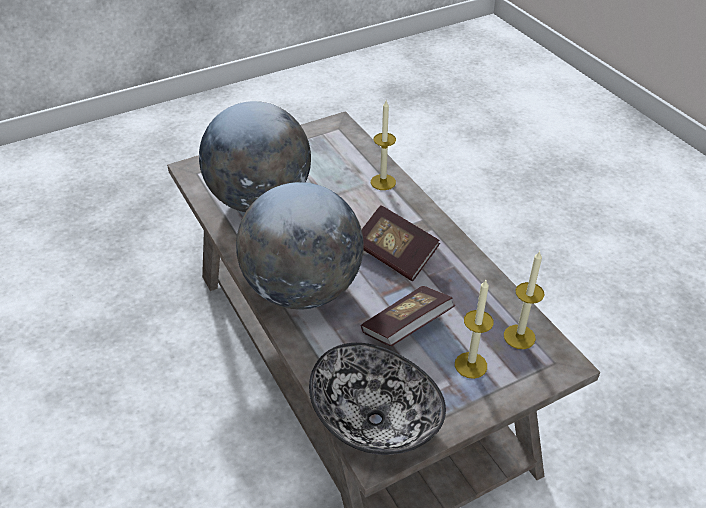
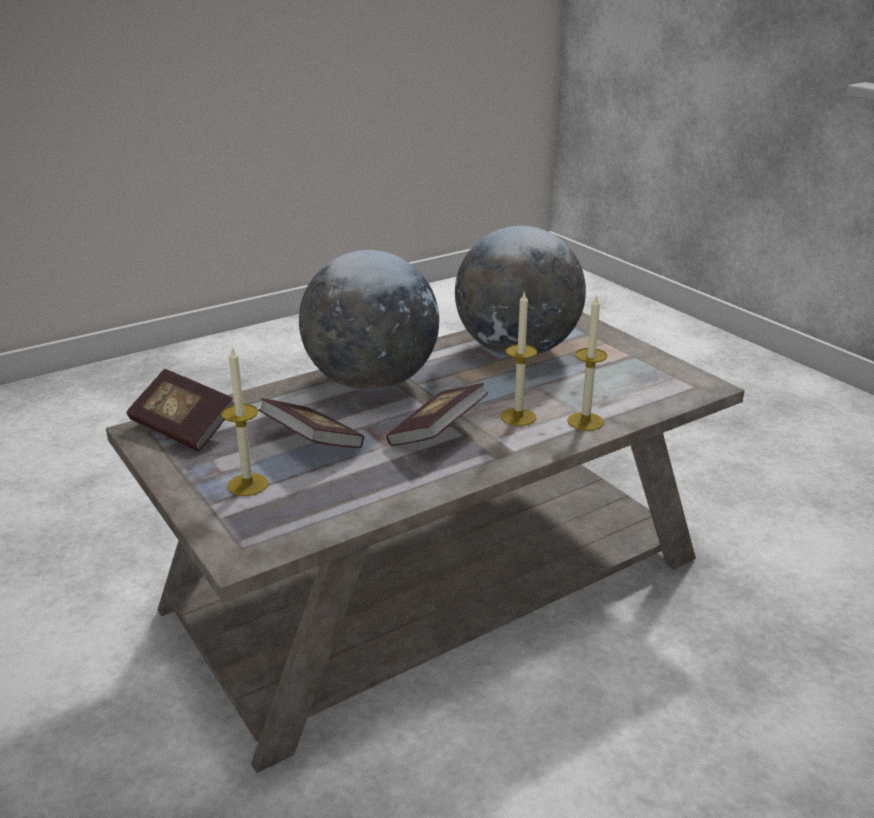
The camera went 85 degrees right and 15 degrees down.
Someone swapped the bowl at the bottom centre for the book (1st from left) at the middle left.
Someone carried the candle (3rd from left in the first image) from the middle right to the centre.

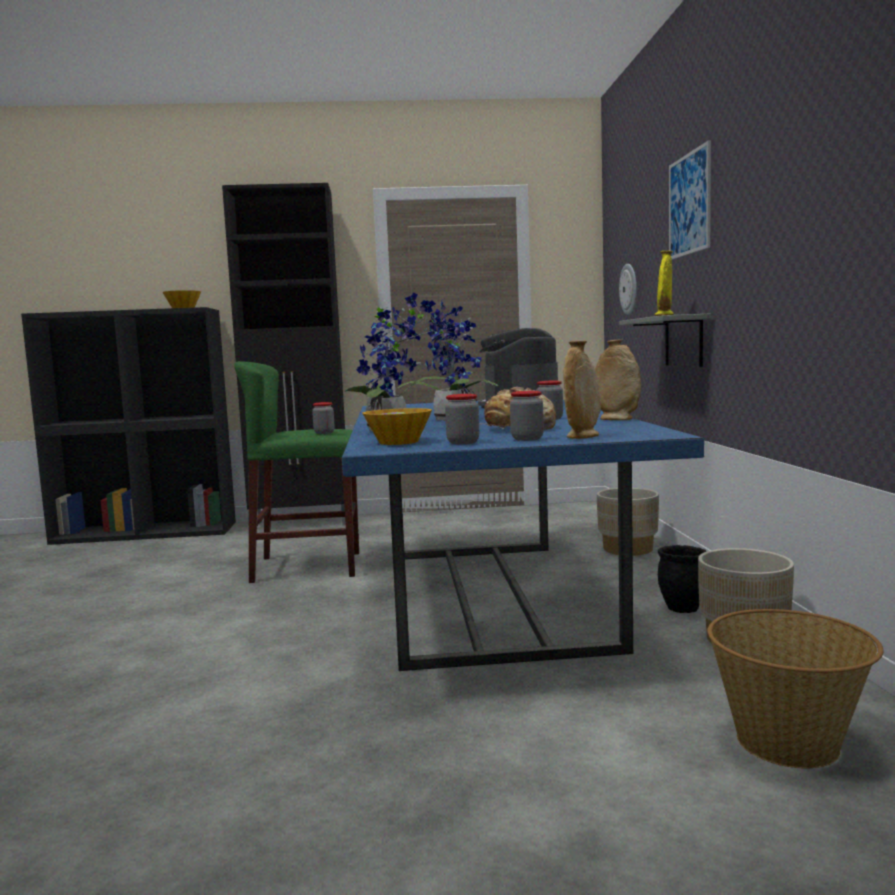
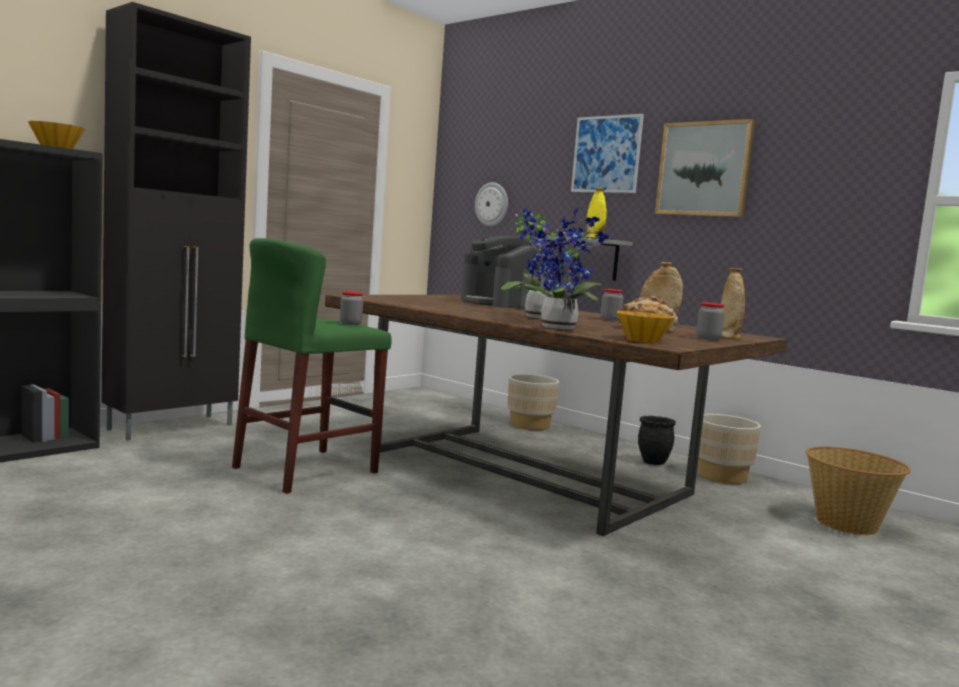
The camera went 45 degrees left and 0 degrees up.
Someone repainted the dining table in blue at the centre, which became the dining table in brown at the centre.
Someone took away the jar (2nd from left) at the centre.
Someone put up the picture (2nd from left) at the top right.

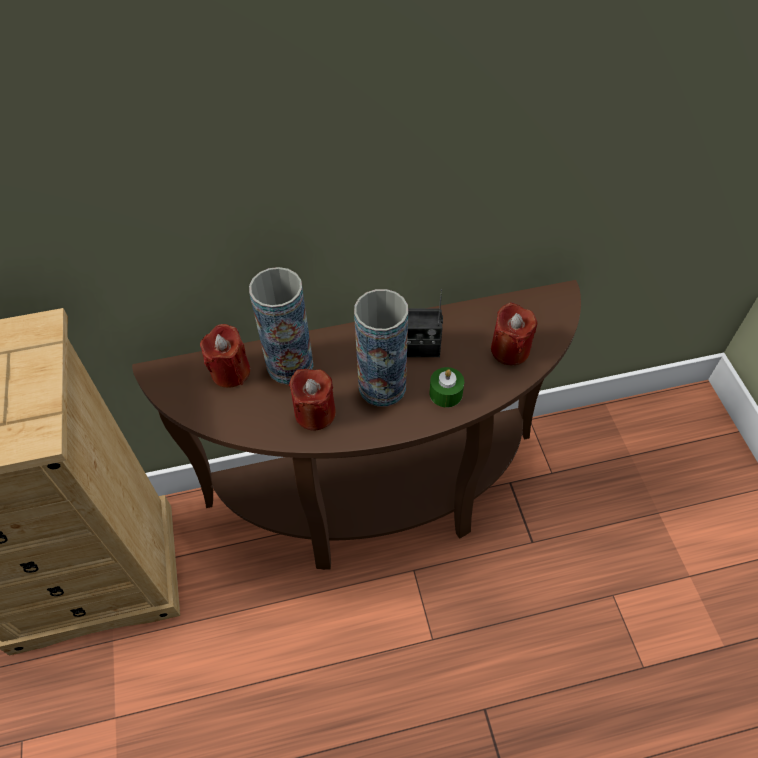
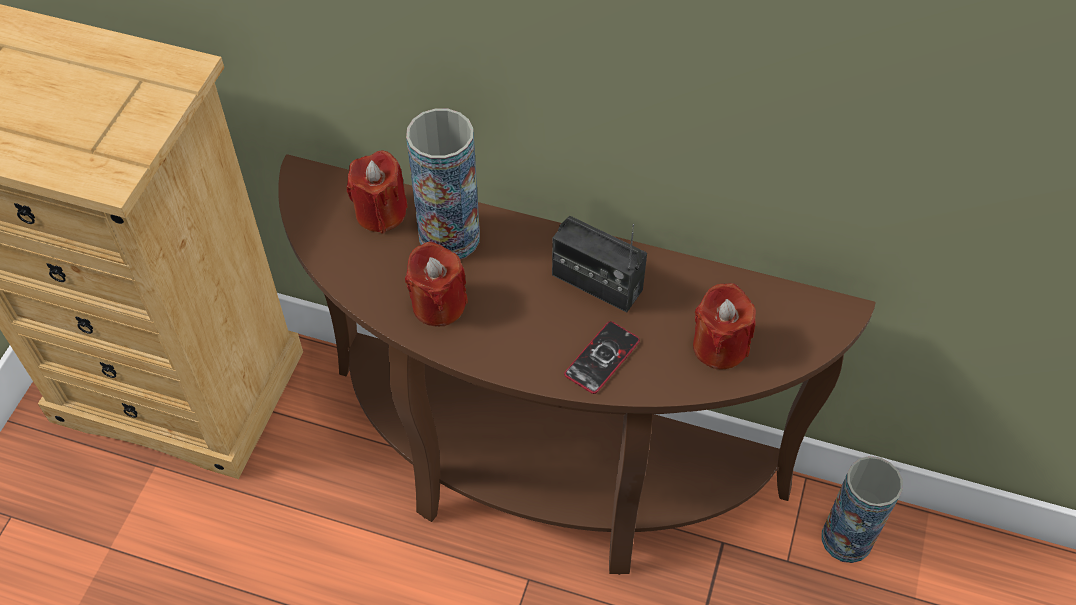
The camera went 30 degrees right and 0 degrees up.
Someone carried the vase (2nd from left) from the centre to the bottom right.
Someone swapped the candle in green at the centre for the phone at the centre.

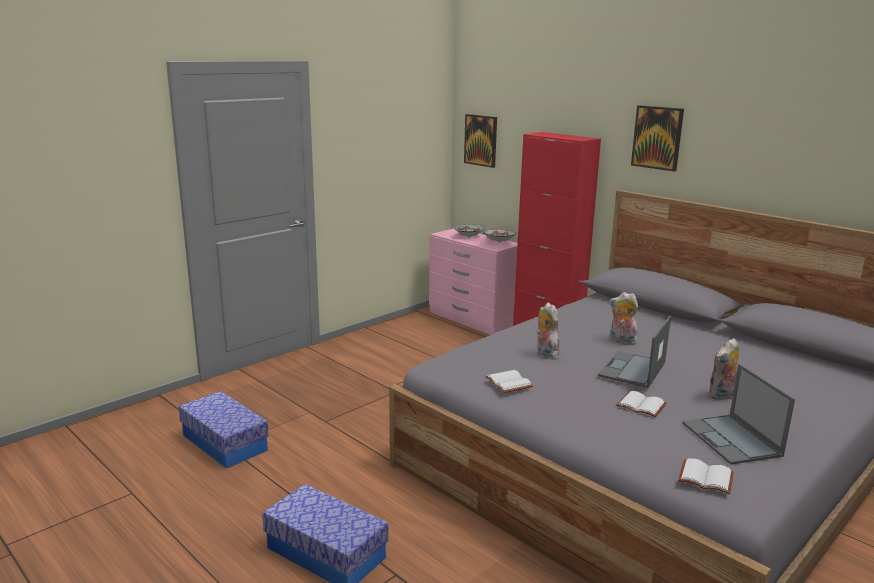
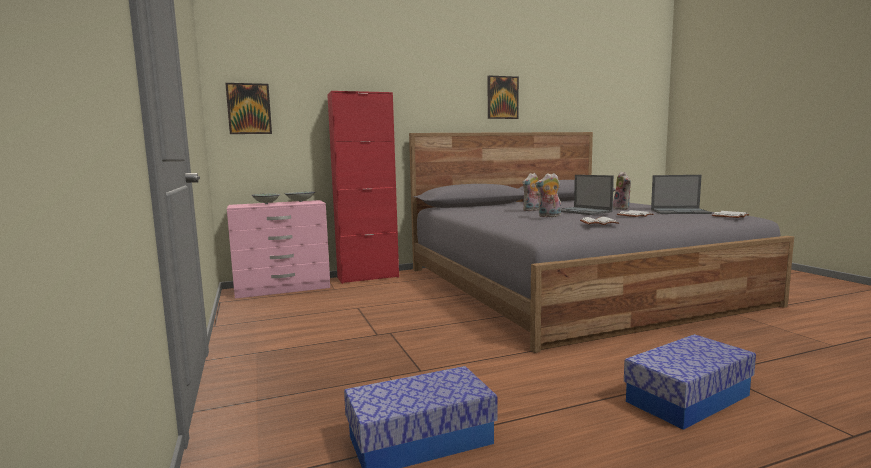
The camera went 65 degrees left and 10 degrees down.
Someone carried the picture (2nd from left) from the top right to the top centre.

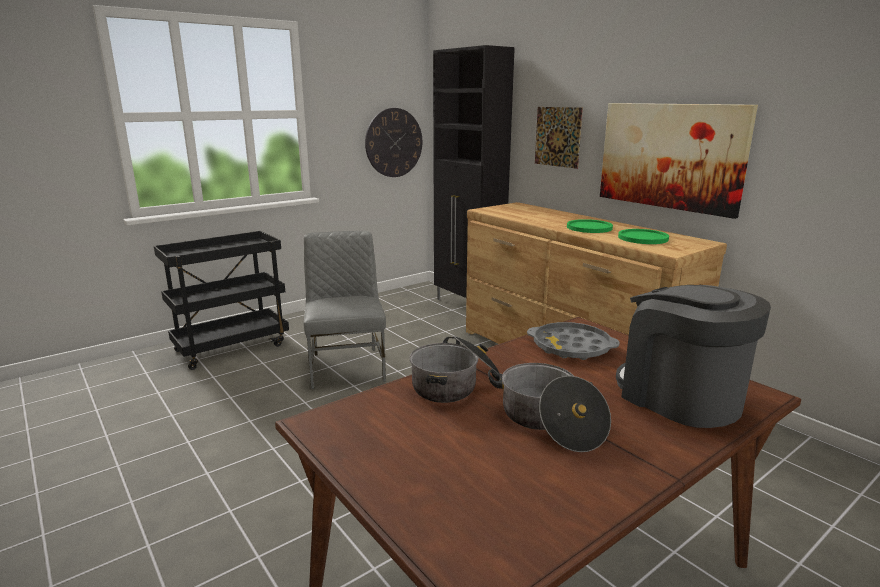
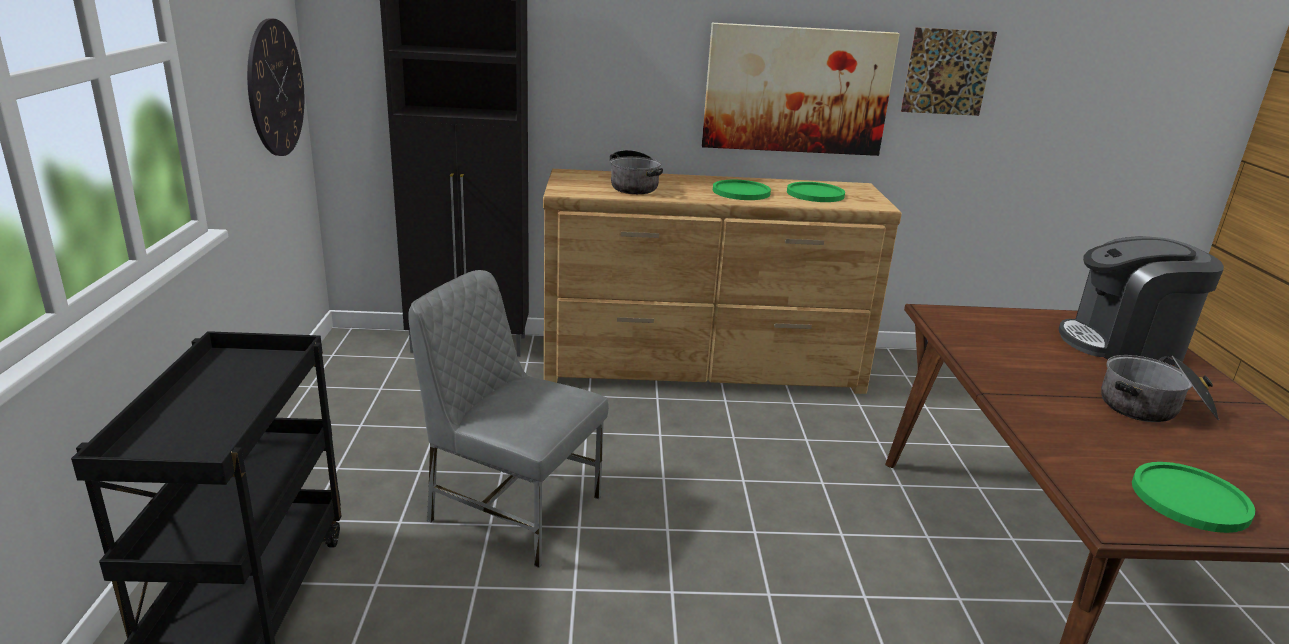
The camera went 55 degrees left and 5 degrees up.
Someone carried the cooking pot (1st from left) from the centre to the top centre.
Someone took away the tray in grey at the centre.
Someone carried the picture (1st from left in the first image) from the top centre to the top right.
Someone put down the plate in green (3rd from left) at the bottom right.

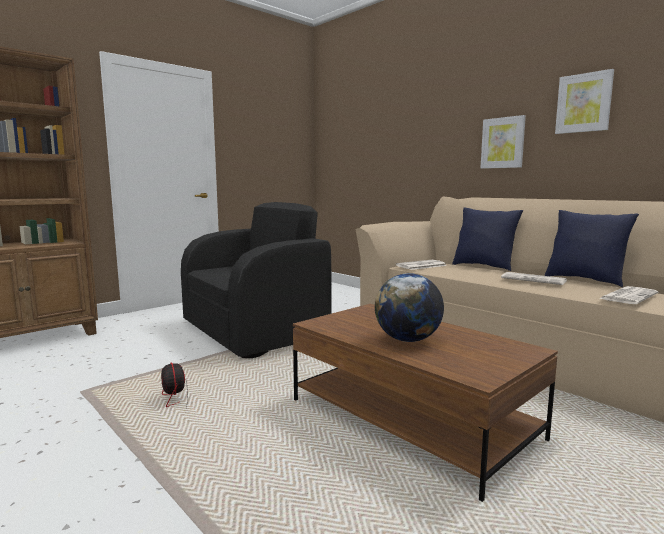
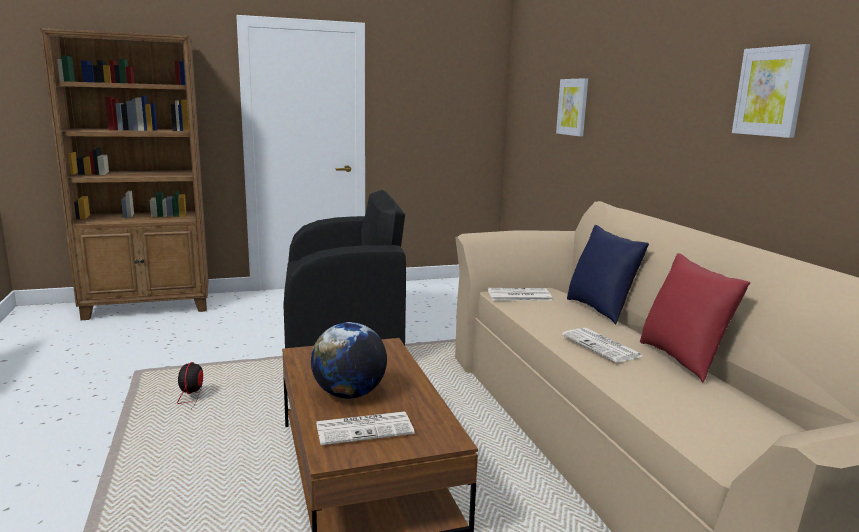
The camera went 25 degrees right and 5 degrees up.
Someone carried the picture (1st from left) from the top right to the top centre.
Someone repainted the pillow in blue (2nd from left) at the middle right, which became the pillow in red at the middle right.
Someone carried the newspaper (3rd from left in the first image) from the middle right to the bottom centre.

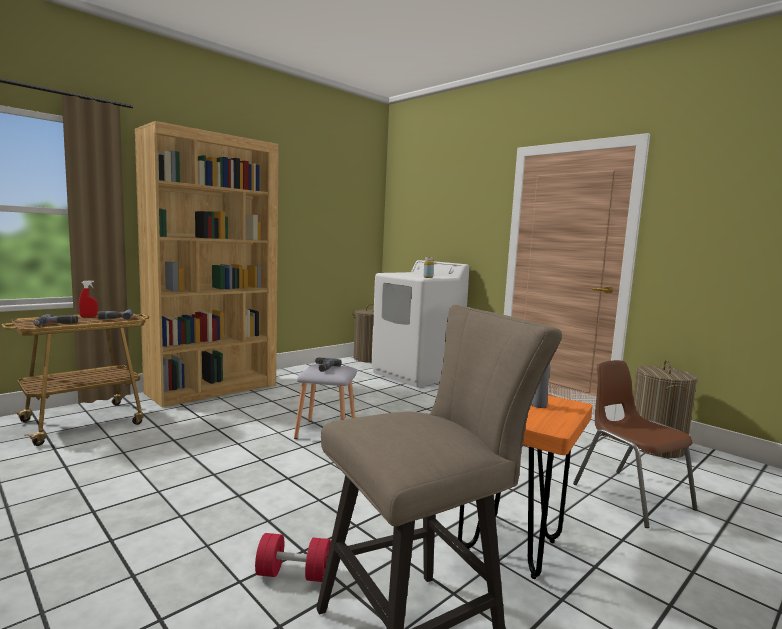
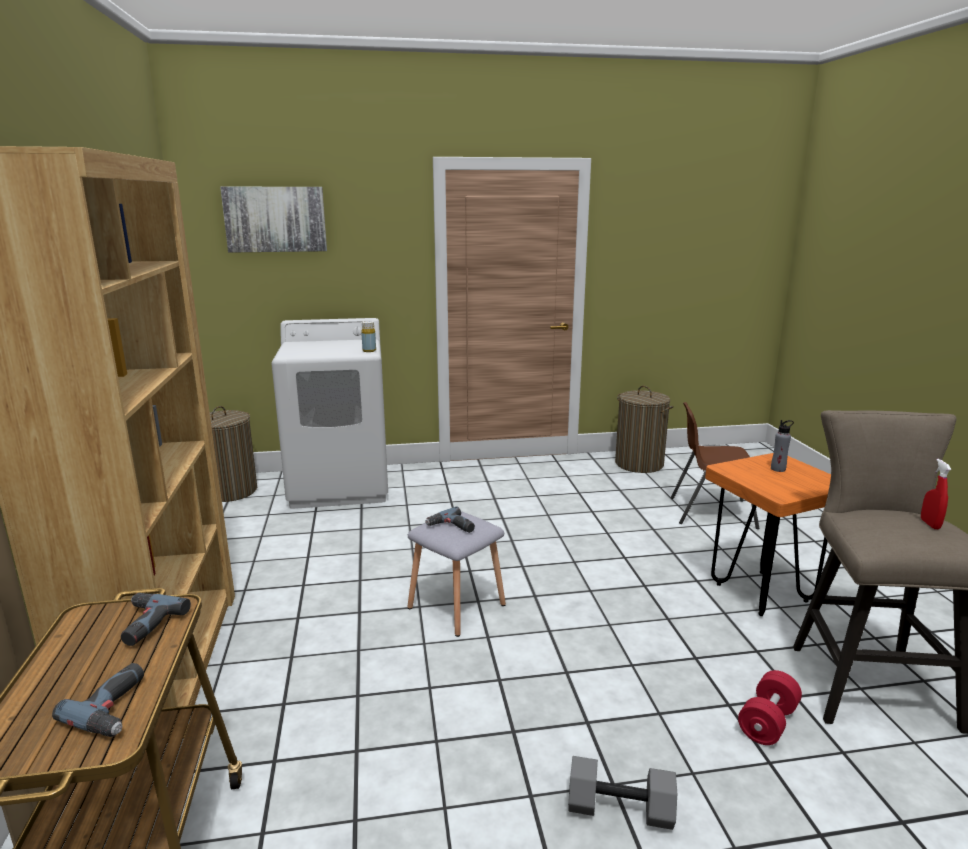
The camera went 55 degrees left and 10 degrees up.
Someone carried the spray bottle in red from the middle left to the middle right.
Someone put up the picture at the top left.
Someone put down the dumbbell in grey at the bottom centre.

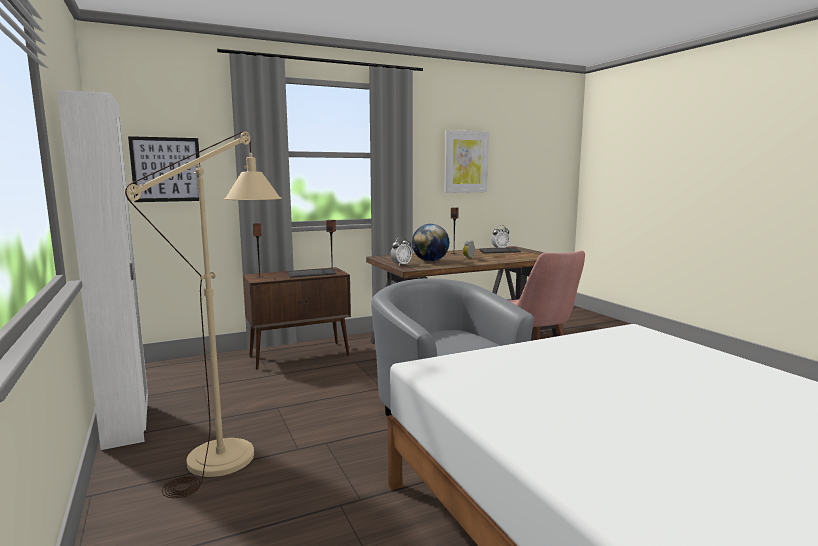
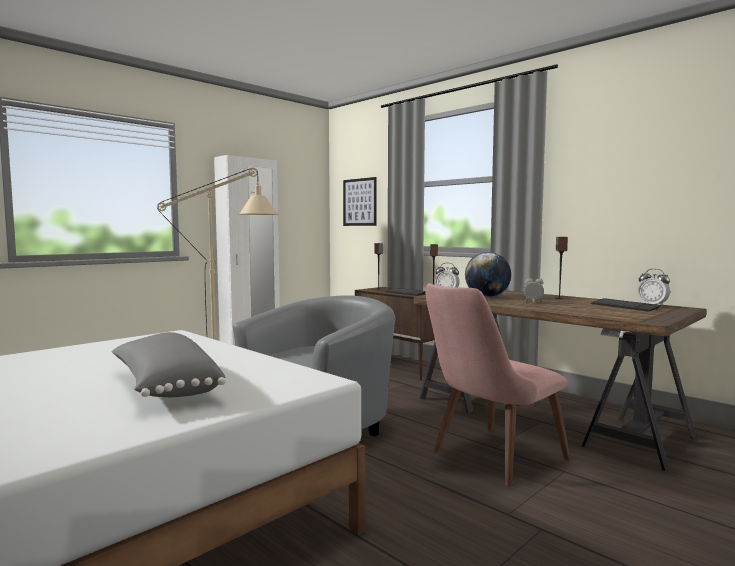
The camera went 70 degrees right and 5 degrees down.
Someone took away the picture (2nd from left) at the top centre.
Someone put down the pillow in grey at the middle left.

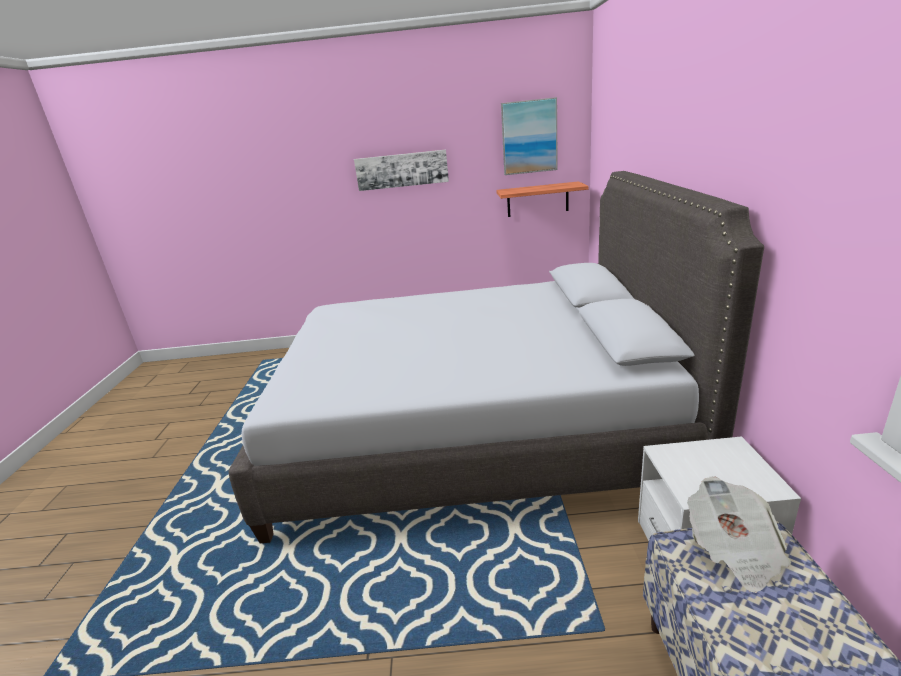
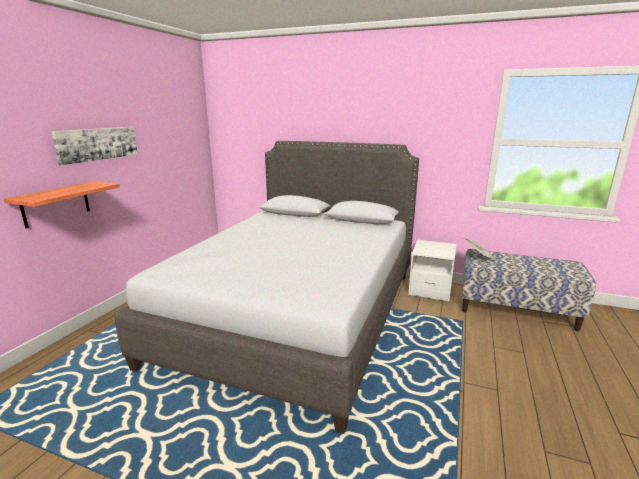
The camera went 70 degrees left and 5 degrees down.
Someone carried the shelf from the top centre to the middle left.
Someone took away the picture (2nd from left) at the top centre.

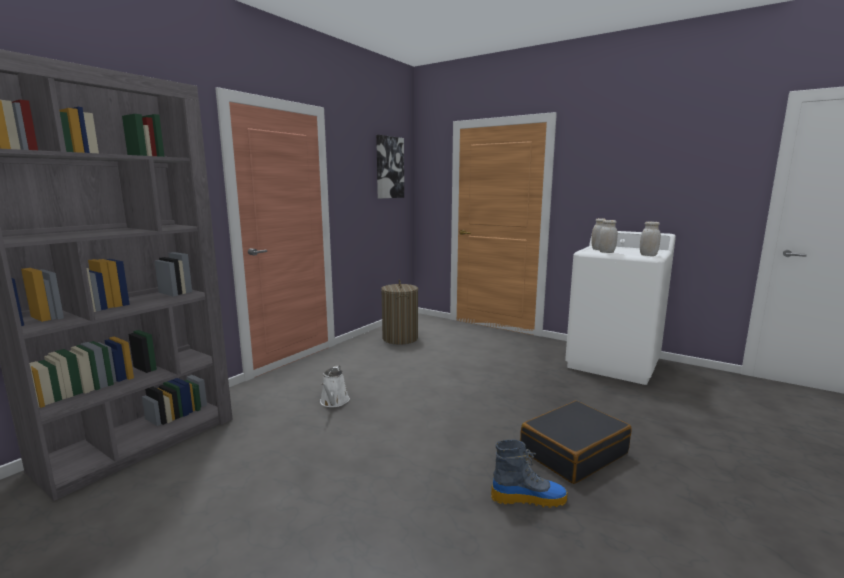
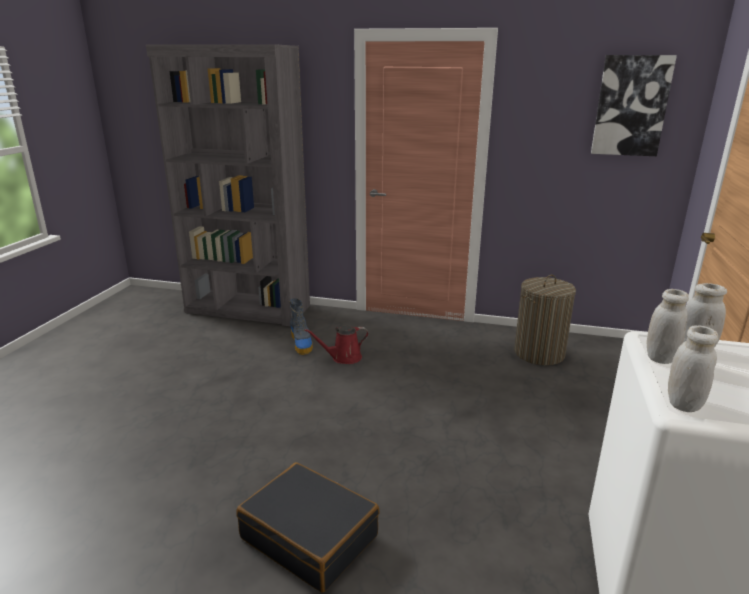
The camera went 70 degrees right and 10 degrees up.
Someone repainted the watering can in white at the bottom centre, which became the watering can in red at the centre.
Someone carried the boot from the bottom centre to the centre.

